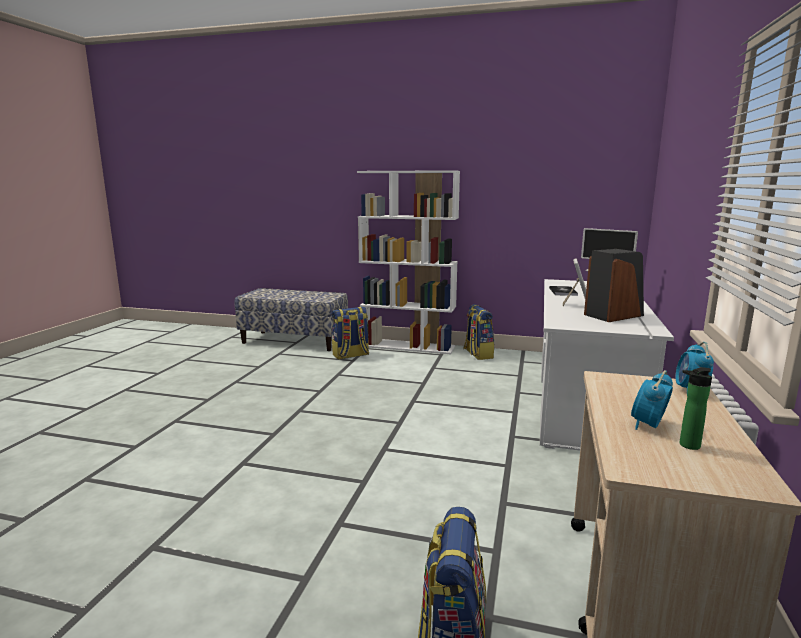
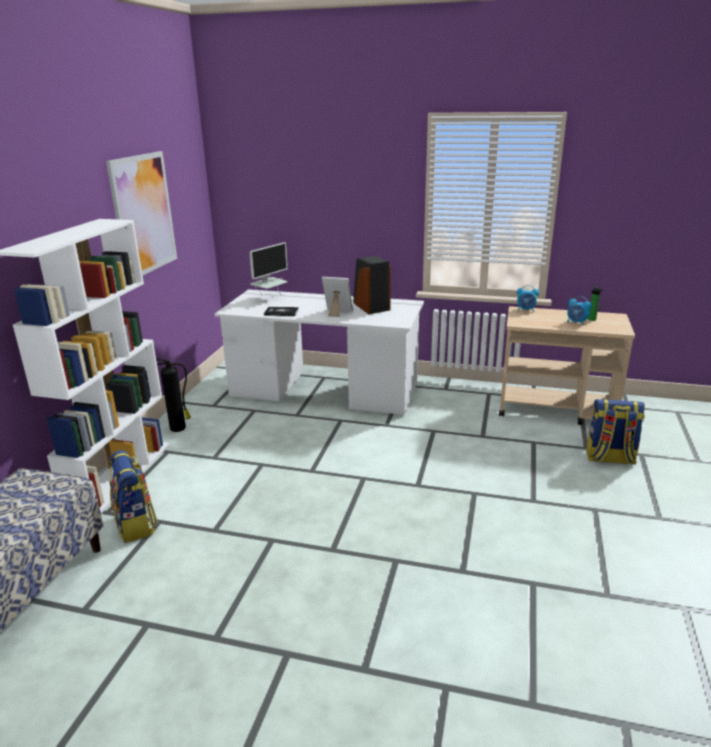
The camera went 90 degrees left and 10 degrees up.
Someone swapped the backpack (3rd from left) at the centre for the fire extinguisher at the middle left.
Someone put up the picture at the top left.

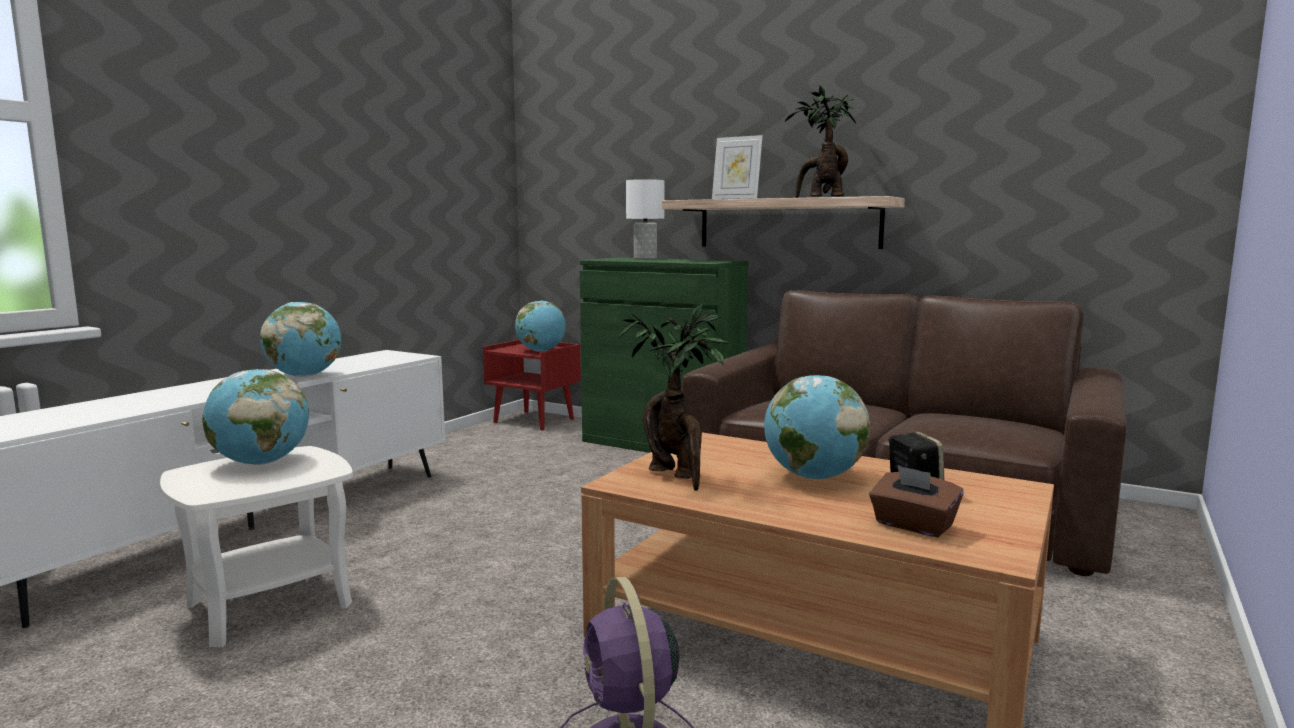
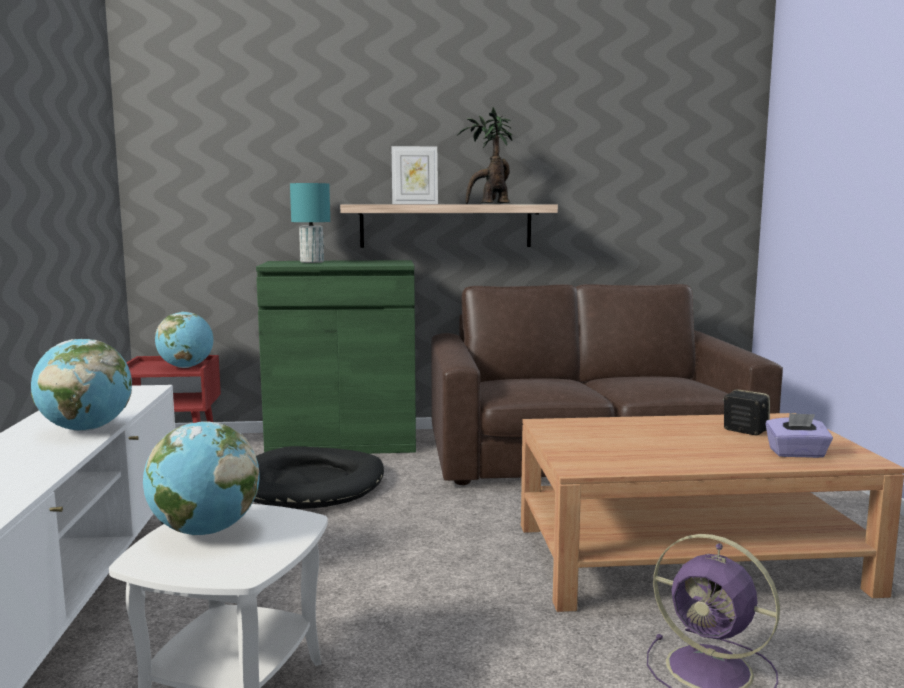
The camera went 35 degrees left and 0 degrees up.
Someone took away the potted plant (1st from left) at the centre.
Someone repainted the table lamp in white at the top centre, which became the table lamp in turquoise at the top centre.
Someone took away the globe (4th from left) at the centre.
Someone repainted the tissue box in brown at the bottom right, which became the tissue box in purple at the middle right.
Someone put down the dog bed in black at the bottom centre.

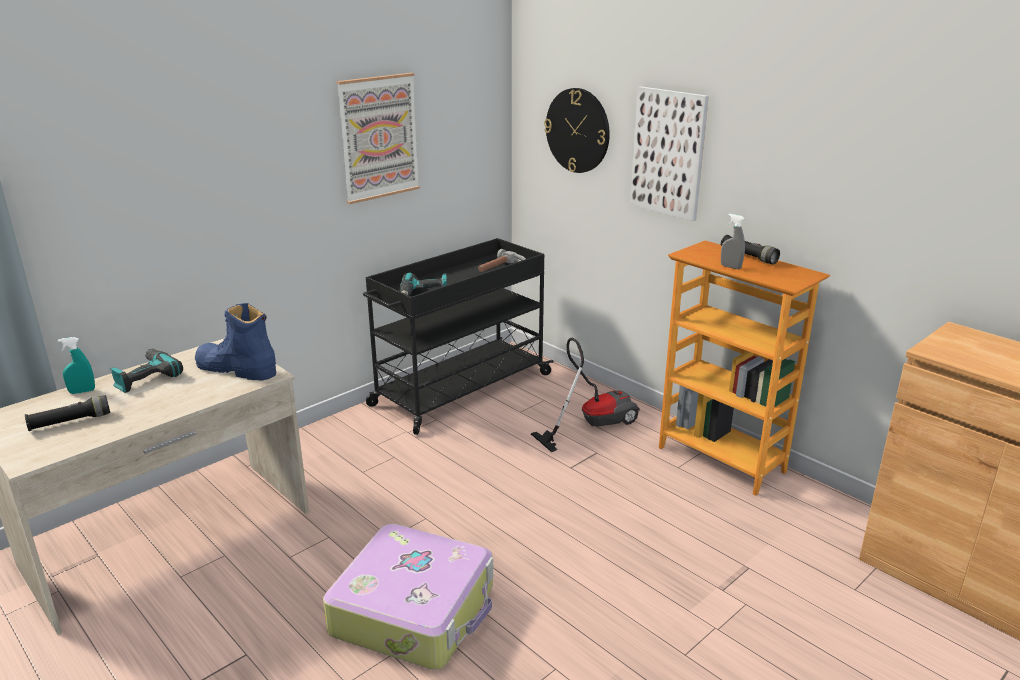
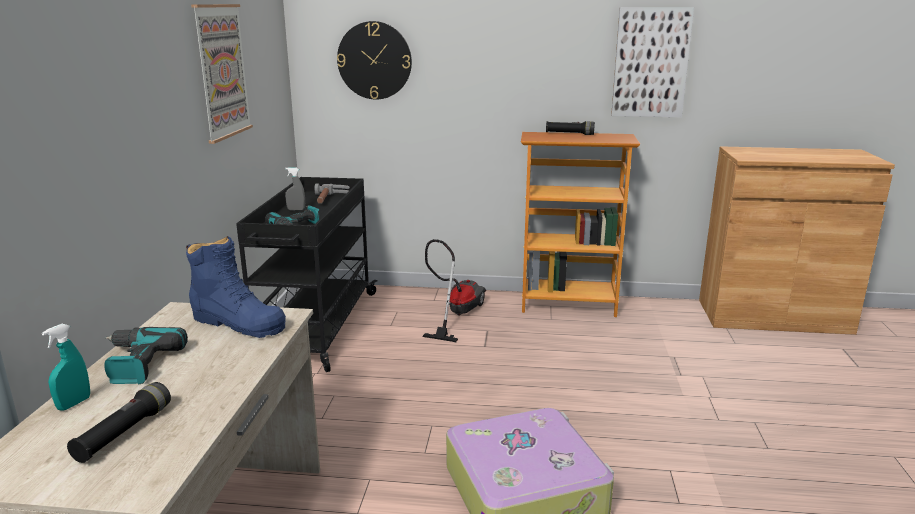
The camera went 40 degrees left and 5 degrees down.
Someone rotated the boot in blue at the middle left by 135 degrees counterclockwise.
Someone carried the picture (2nd from left) from the top centre to the top right.
Someone carried the spray bottle in grey from the middle right to the middle left.

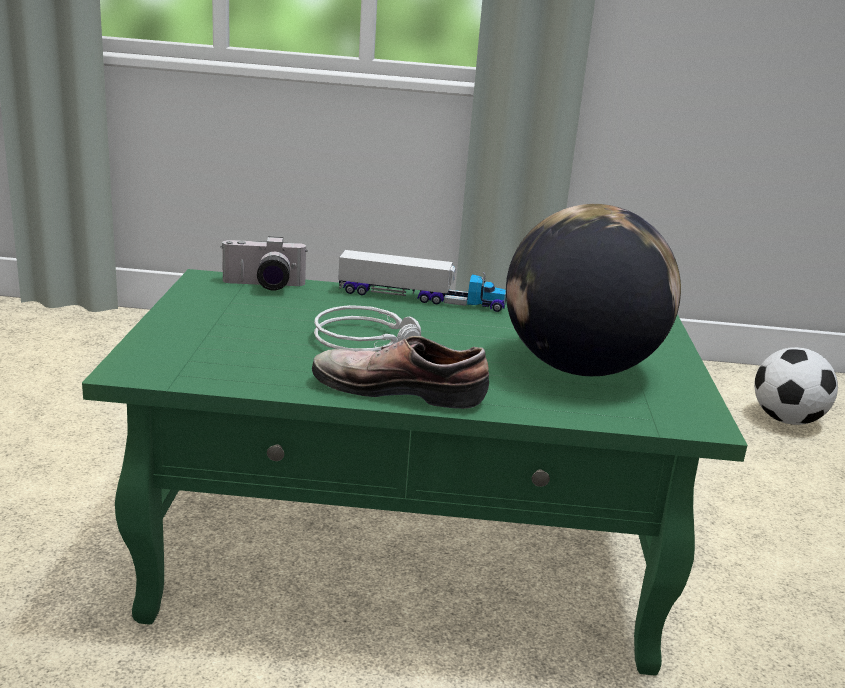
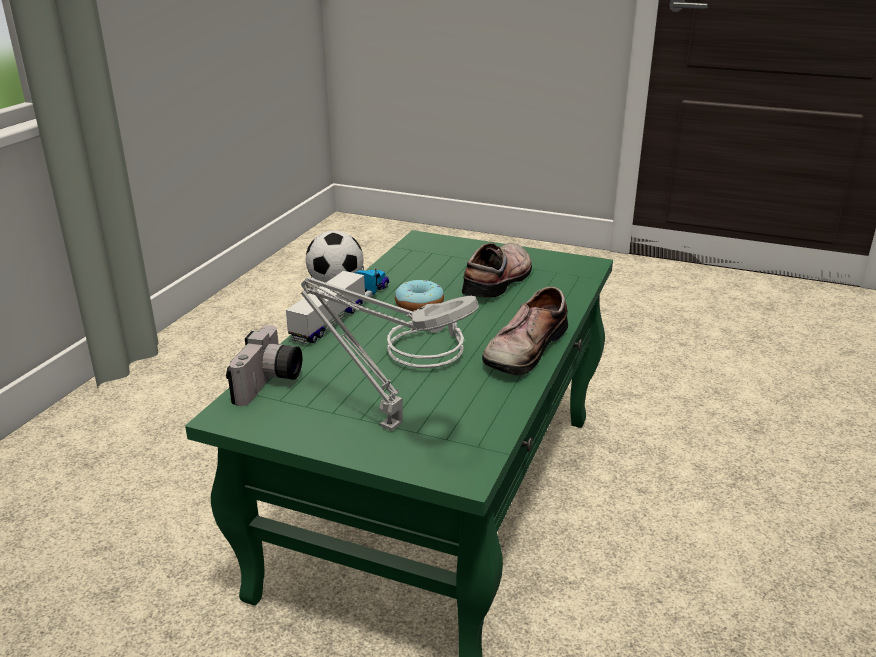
The camera went 70 degrees left and 5 degrees up.
Someone swapped the globe at the middle right for the shoe (1st from left) at the centre.
Someone put down the table lamp in grey at the centre.
Someone put down the donut at the centre.

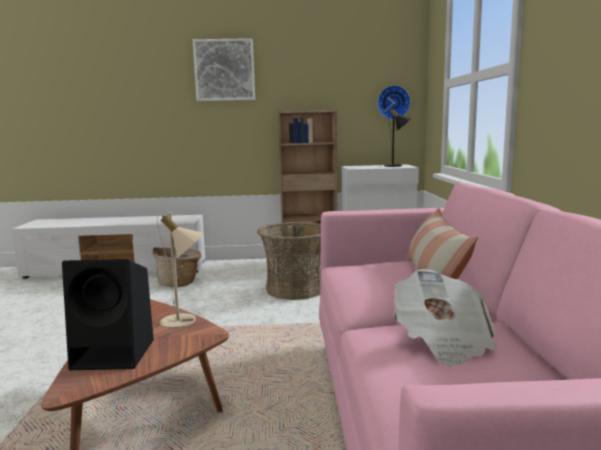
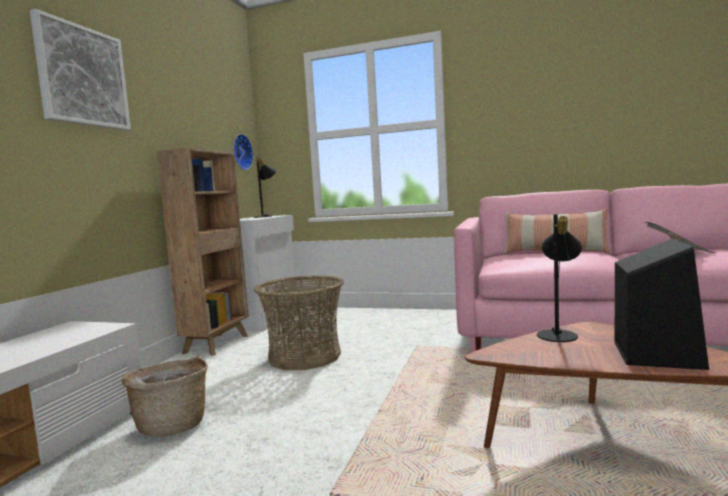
The camera went 70 degrees left and 5 degrees down.
Someone repainted the table lamp in beige at the middle left, which became the table lamp in black (2nd from left) at the middle right.

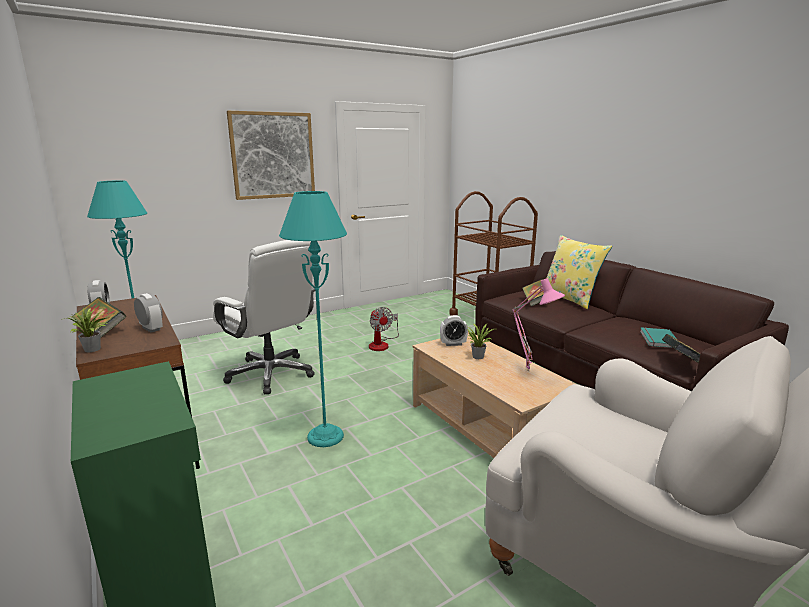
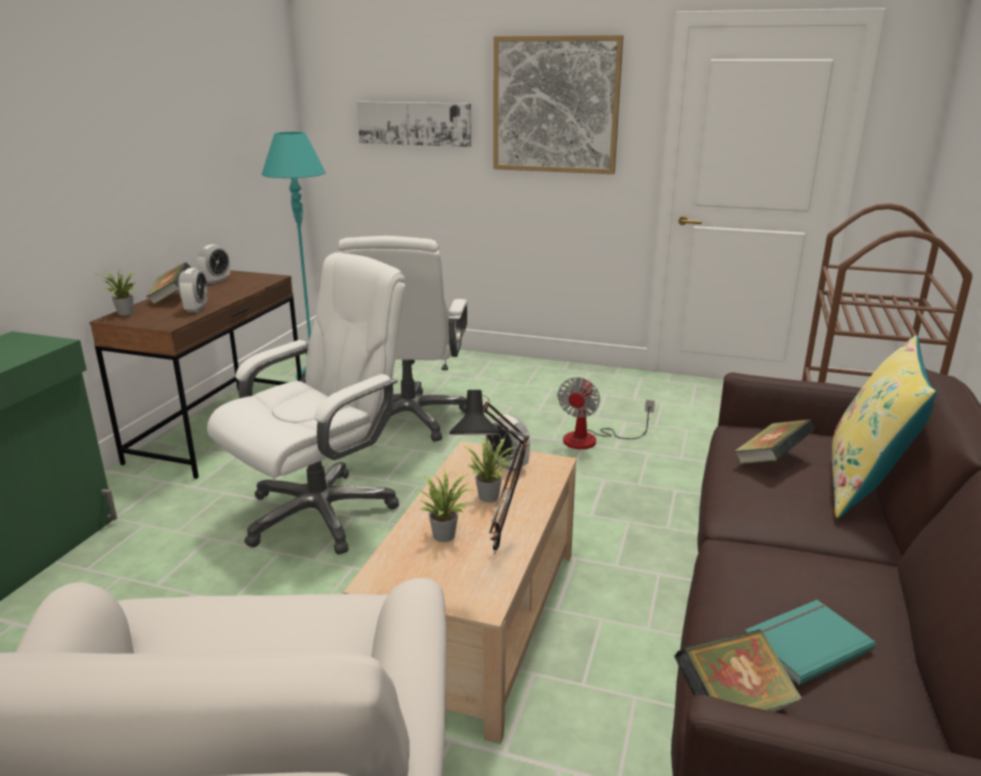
The camera went 50 degrees right and 5 degrees up.
Someone swapped the floor lamp in turquoise (2nd from left) at the centre for the office chair in white (1st from left) at the middle left.
Someone repainted the table lamp in pink at the centre, which became the table lamp in black at the centre.
Someone put up the picture (1st from left) at the top centre.
Someone put down the potted plant (2nd from left) at the centre.

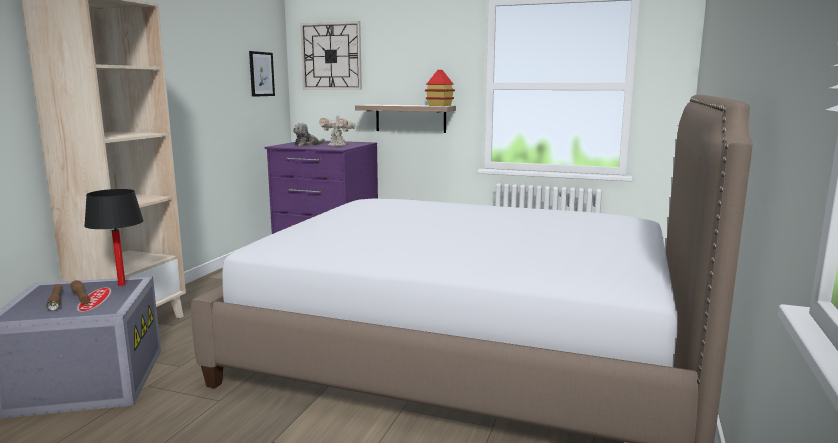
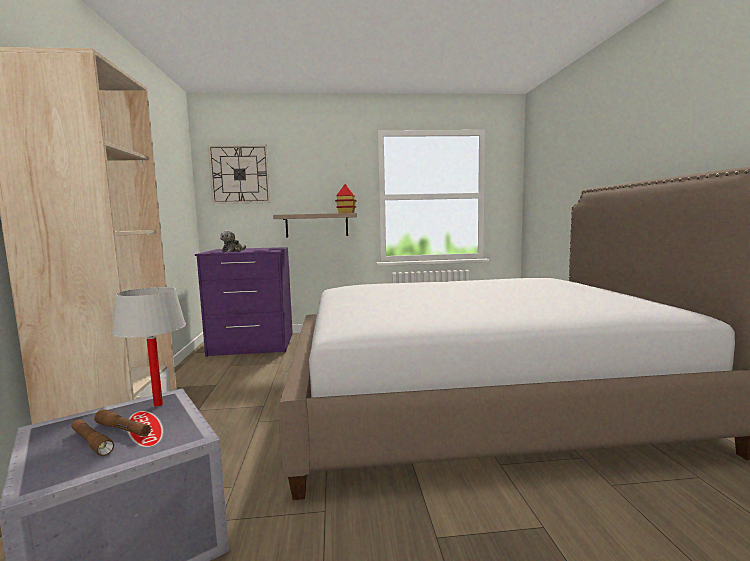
The camera went 25 degrees left and 5 degrees down.
Someone repainted the table lamp in black at the middle left, which became the table lamp in white at the middle left.
Someone took away the picture at the top left.
Someone took away the toy robot at the top centre.

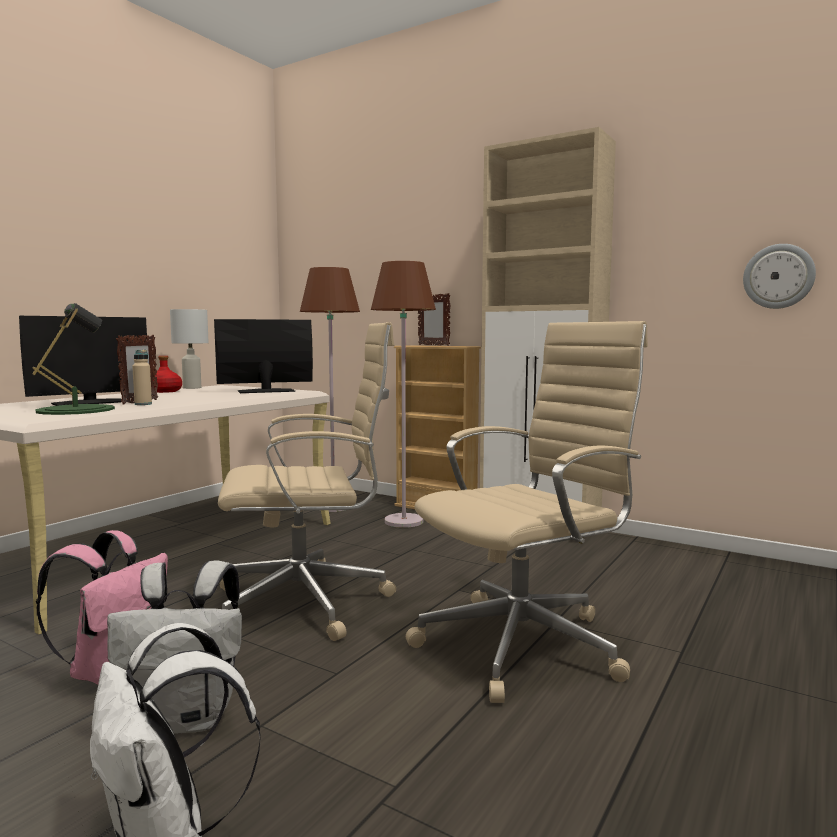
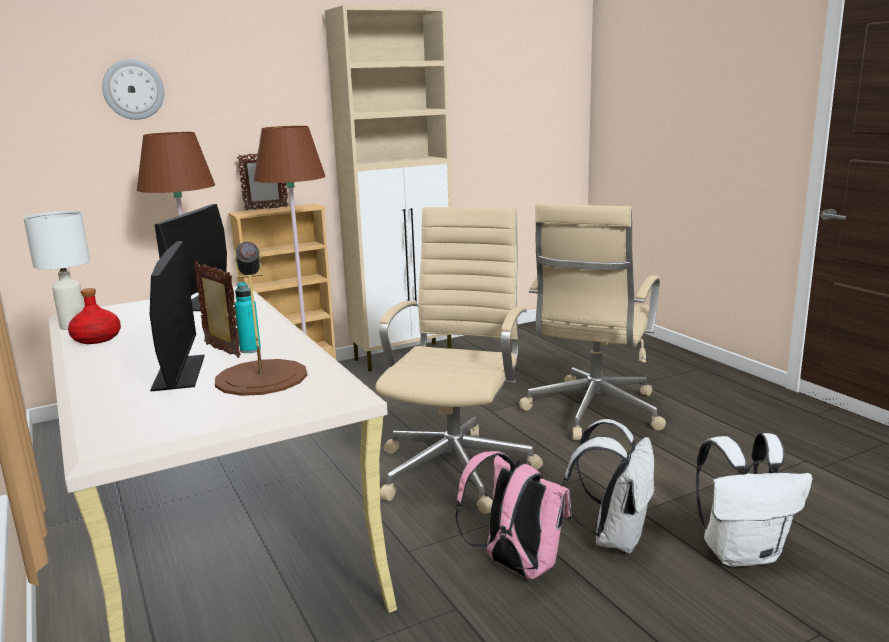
The camera went 60 degrees left and 10 degrees up.
Someone repainted the table lamp in green at the middle left, which became the table lamp in brown at the middle left.
Someone repainted the bottle in beige at the middle left, which became the bottle in turquoise at the middle left.
Someone rotated the office chair in beige (2nd from left) at the centre by 150 degrees counterclockwise.
Someone carried the wall clock from the top right to the top left.

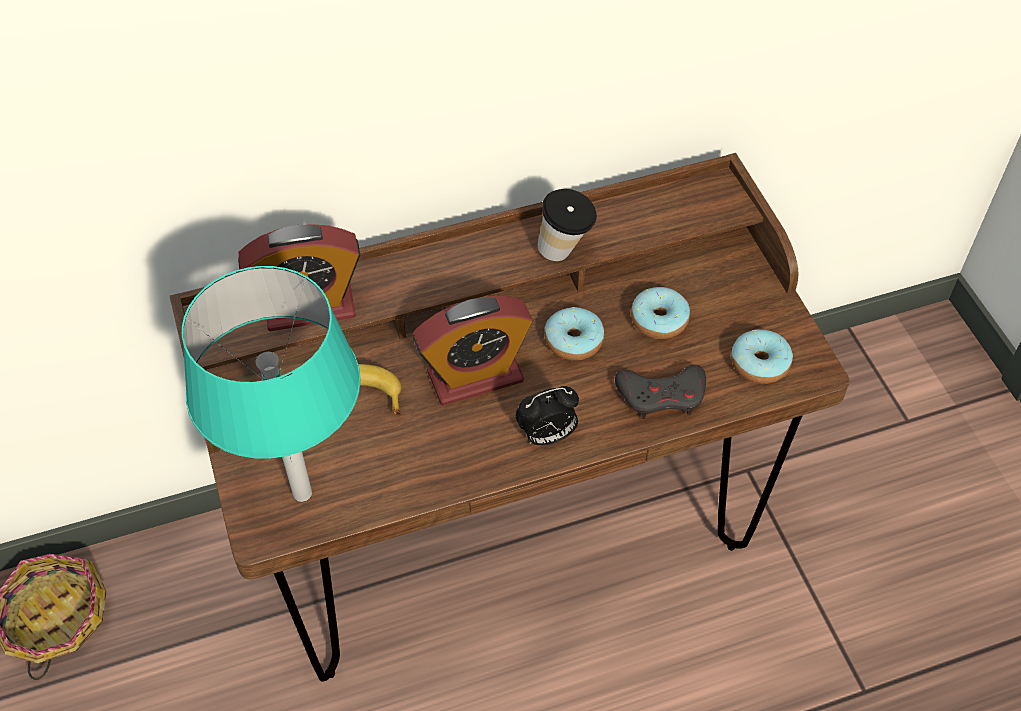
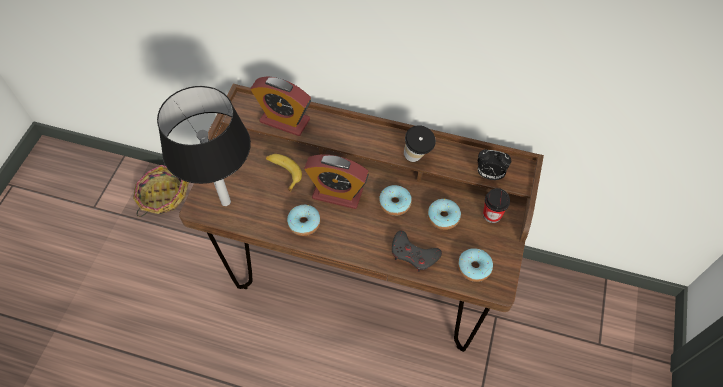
The camera went 35 degrees right and 5 degrees up.
Someone repainted the table lamp in turquoise at the middle left, which became the table lamp in black at the middle left.
Someone carried the alarm clock (3rd from left) from the centre to the middle right.
Someone put down the donut (1st from left) at the centre.
Someone put down the cup (2nd from left) at the middle right.

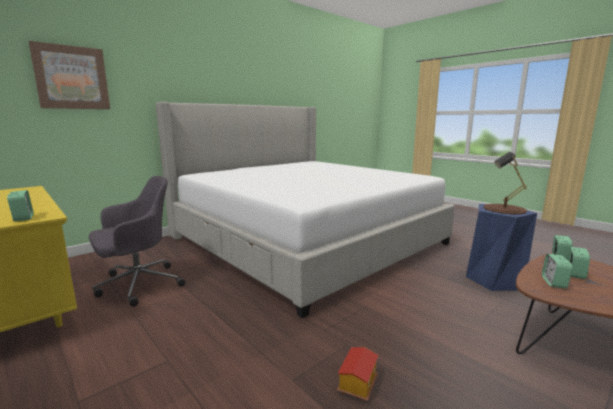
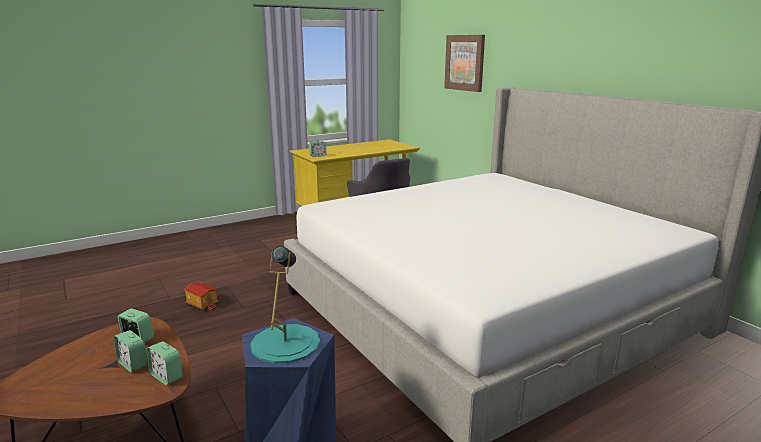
The camera went 100 degrees right and 5 degrees up.
Someone repainted the table lamp in brown at the middle right, which became the table lamp in turquoise at the bottom centre.

